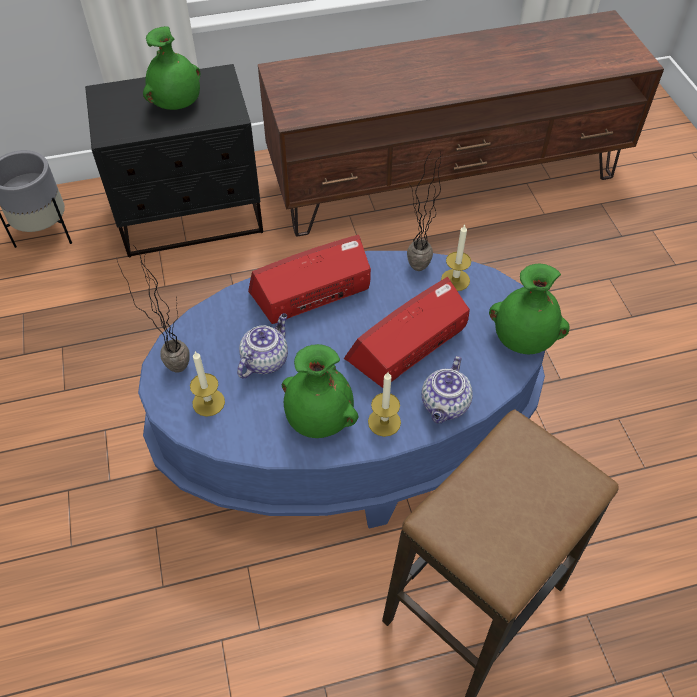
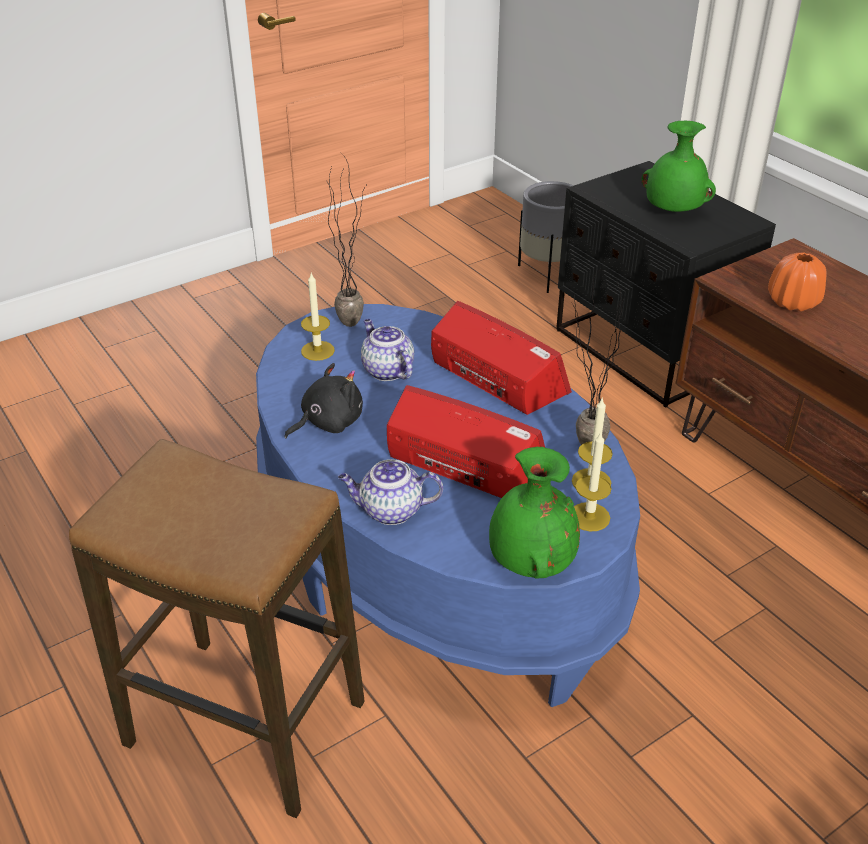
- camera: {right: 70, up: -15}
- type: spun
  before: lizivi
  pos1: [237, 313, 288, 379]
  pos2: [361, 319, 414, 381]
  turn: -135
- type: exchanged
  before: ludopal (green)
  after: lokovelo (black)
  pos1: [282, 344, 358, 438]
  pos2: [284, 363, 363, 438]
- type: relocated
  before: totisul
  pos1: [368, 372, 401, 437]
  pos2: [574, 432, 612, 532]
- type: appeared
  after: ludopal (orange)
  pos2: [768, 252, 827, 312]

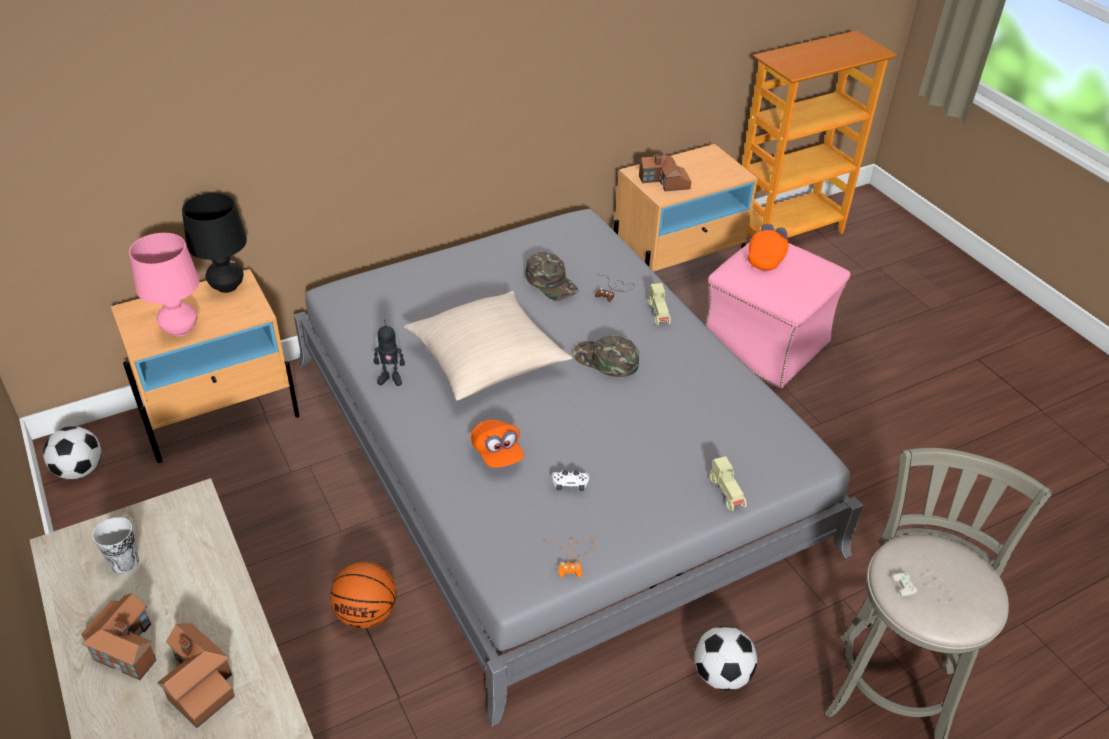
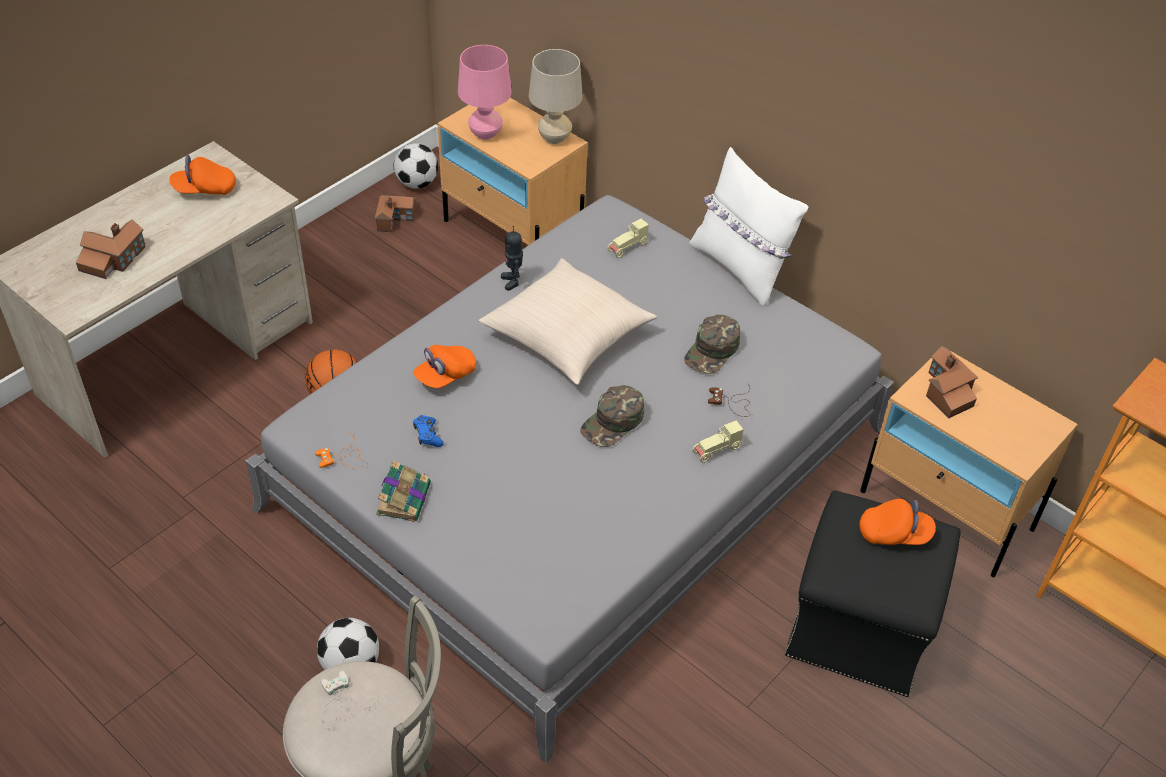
- camera: {right: 70, up: 5}
- type: colour
  before: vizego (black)
  after: vizego (beige)
  pos1: [182, 193, 247, 293]
  pos2: [529, 49, 583, 144]
- type: colour
  before: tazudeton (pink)
  after: tazudeton (black)
  pos1: [705, 242, 851, 388]
  pos2: [785, 491, 961, 697]
- type: spun
  before: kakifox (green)
  pos1: [573, 336, 639, 377]
  pos2: [580, 385, 644, 447]
  turn: -150
- type: relocated
  before: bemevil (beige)
  pos1: [710, 456, 746, 512]
  pos2: [607, 219, 649, 258]
- type: colour
  before: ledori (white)
  after: ledori (blue)
  pos1: [551, 470, 590, 491]
  pos2: [413, 415, 444, 447]
- type: exchanged
  before: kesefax
  after: kakifox (orange)
  pos1: [92, 517, 139, 574]
  pos2: [169, 154, 236, 195]
- type: relocated
  before: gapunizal
  pos1: [81, 593, 156, 680]
  pos2: [375, 195, 416, 232]
- type: appeared
  after: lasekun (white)
  pos2: [689, 147, 808, 306]
- type: appeared
  after: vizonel
  pos2: [376, 460, 431, 522]

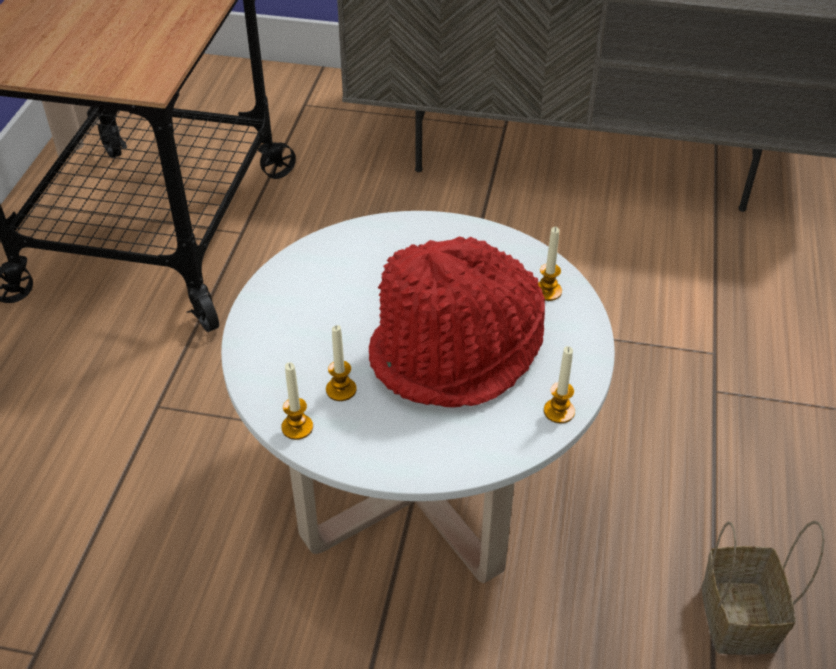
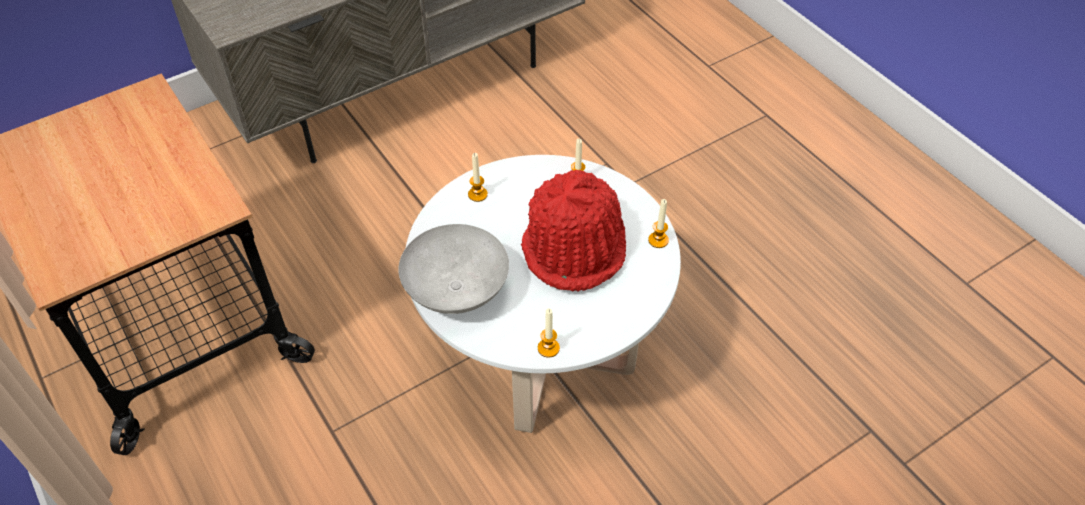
- camera: {right: -45, up: 5}
- type: relocated
  before: totisul
  pos1: [326, 325, 357, 401]
  pos2: [468, 153, 488, 202]
- type: missing
  before: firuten
  pos1: [701, 520, 825, 655]
- type: appeared
  after: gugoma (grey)
  pos2: [398, 224, 509, 314]

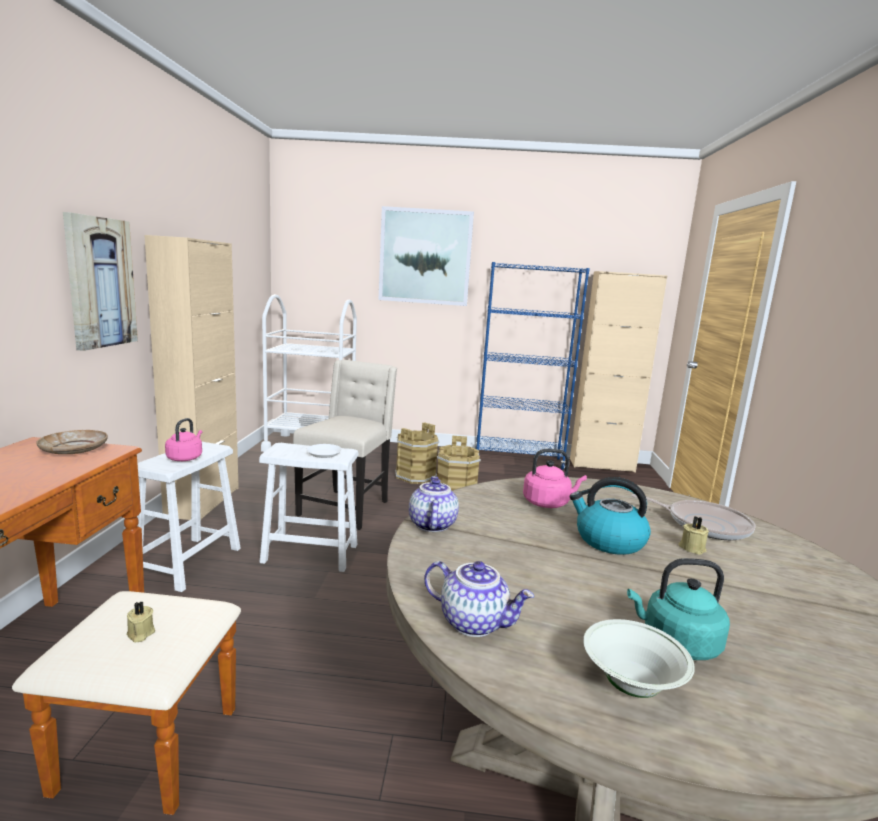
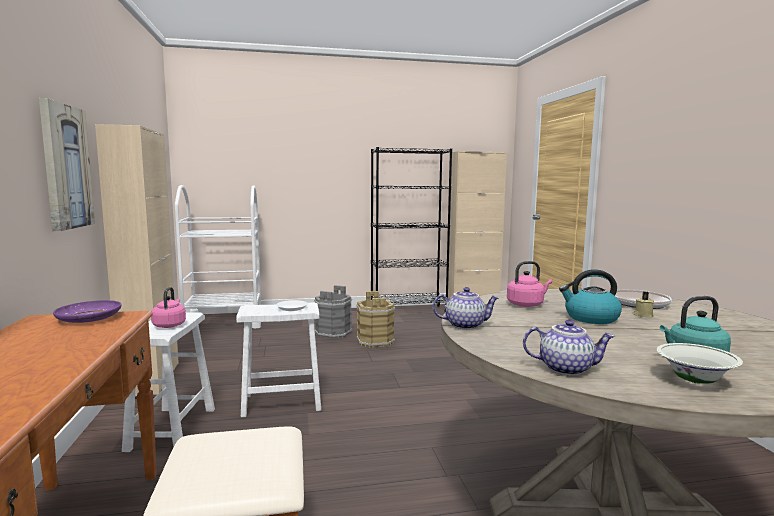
- camera: {right: -15, up: -5}
- type: missing
  before: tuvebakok
  pos1: [379, 206, 474, 306]
- type: colour
  before: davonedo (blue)
  after: davonedo (black)
  pos1: [475, 262, 590, 470]
  pos2: [371, 147, 452, 312]
- type: missing
  before: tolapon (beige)
  pos1: [293, 360, 397, 530]
- type: colour
  before: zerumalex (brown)
  after: zerumalex (grey)
  pos1: [395, 422, 439, 484]
  pos2: [314, 285, 352, 339]
- type: colour
  before: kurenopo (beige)
  after: kurenopo (purple)
  pos1: [36, 430, 108, 454]
  pos2: [53, 300, 122, 323]
- type: spun
  before: lizivi
  pos1: [409, 476, 459, 532]
  pos2: [433, 287, 499, 329]
  turn: 105
- type: missing
  before: totisul (beige)
  pos1: [127, 601, 155, 642]

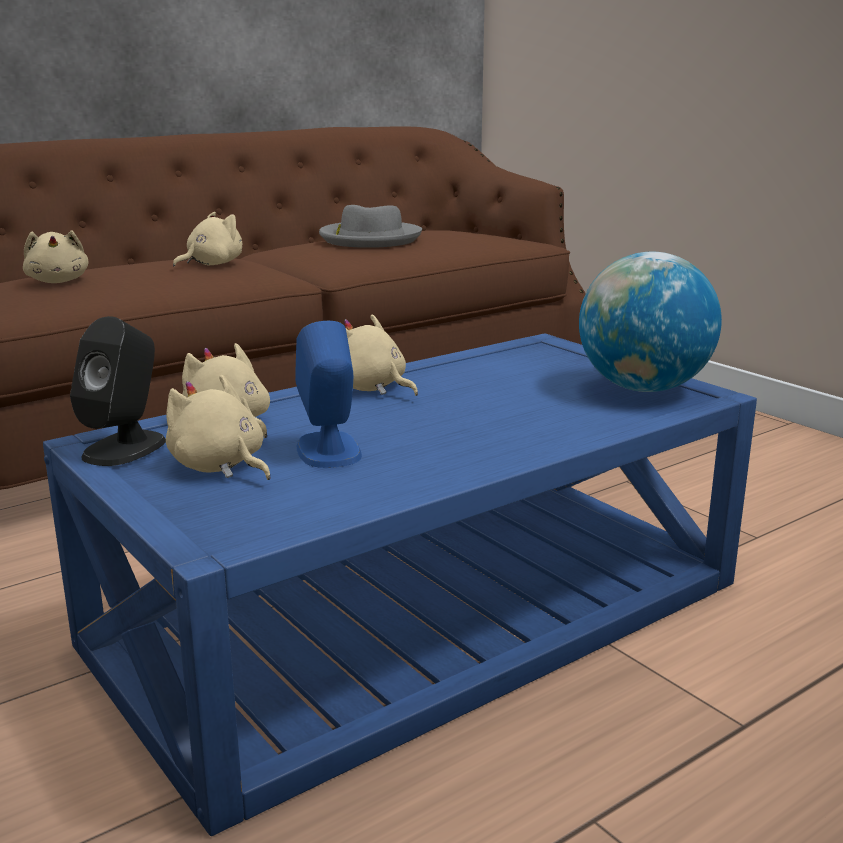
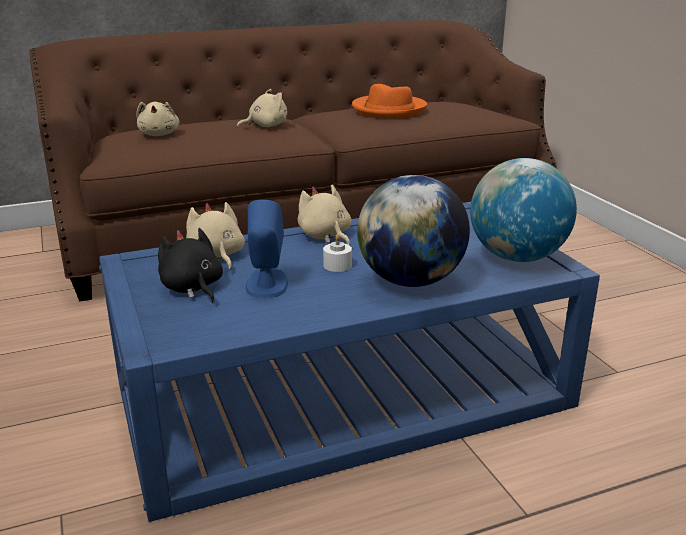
- camera: {right: 15, up: 5}
- type: colour
  before: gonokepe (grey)
  after: gonokepe (orange)
  pos1: [319, 205, 422, 248]
  pos2: [352, 84, 427, 118]
- type: missing
  before: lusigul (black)
  pos1: [70, 316, 166, 466]
- type: colour
  before: lokovelo (beige)
  after: lokovelo (black)
  pos1: [166, 374, 271, 480]
  pos2: [158, 228, 223, 303]
- type: appeared
  after: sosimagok
  pos2: [357, 175, 470, 287]
- type: appeared
  after: totisul (white)
  pos2: [323, 234, 352, 272]

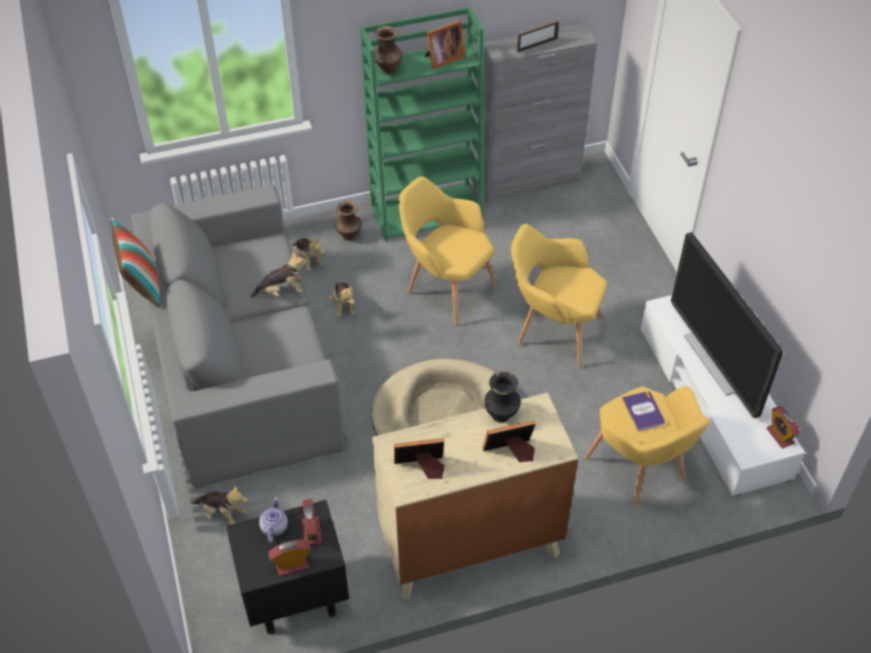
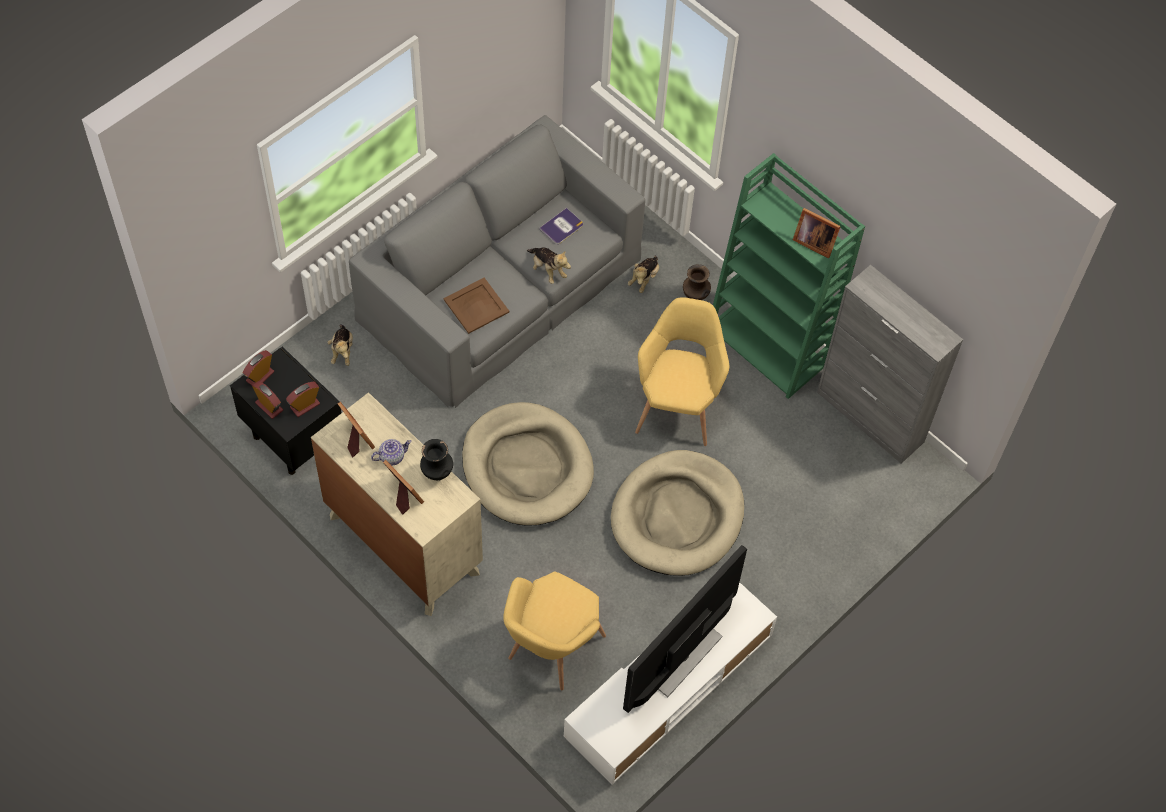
- camera: {right: 60, up: 10}
- type: missing
  before: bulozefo
  pos1: [517, 20, 559, 53]
- type: missing
  before: ludopal (brown)
  pos1: [374, 26, 402, 75]
- type: missing
  before: lasekun
  pos1: [111, 217, 160, 308]
- type: exchanged
  before: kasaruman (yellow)
  after: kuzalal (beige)
  pos1: [511, 224, 607, 368]
  pos2: [611, 450, 744, 576]
- type: missing
  before: lokovelo
  pos1: [329, 282, 355, 316]
- type: relocated
  before: vizonel
  pos1: [622, 391, 665, 431]
  pos2: [539, 208, 583, 244]
- type: relocated
  before: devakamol
  pos1: [766, 406, 800, 448]
  pos2: [243, 350, 274, 385]
- type: relocated
  before: lizivi
  pos1: [259, 497, 288, 543]
  pos2: [371, 439, 412, 466]
- type: appeared
  after: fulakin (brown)
  pos2: [444, 278, 510, 334]

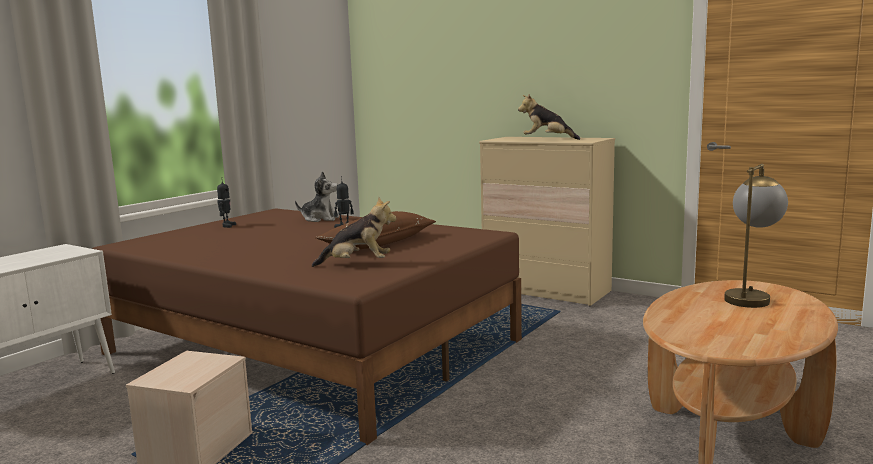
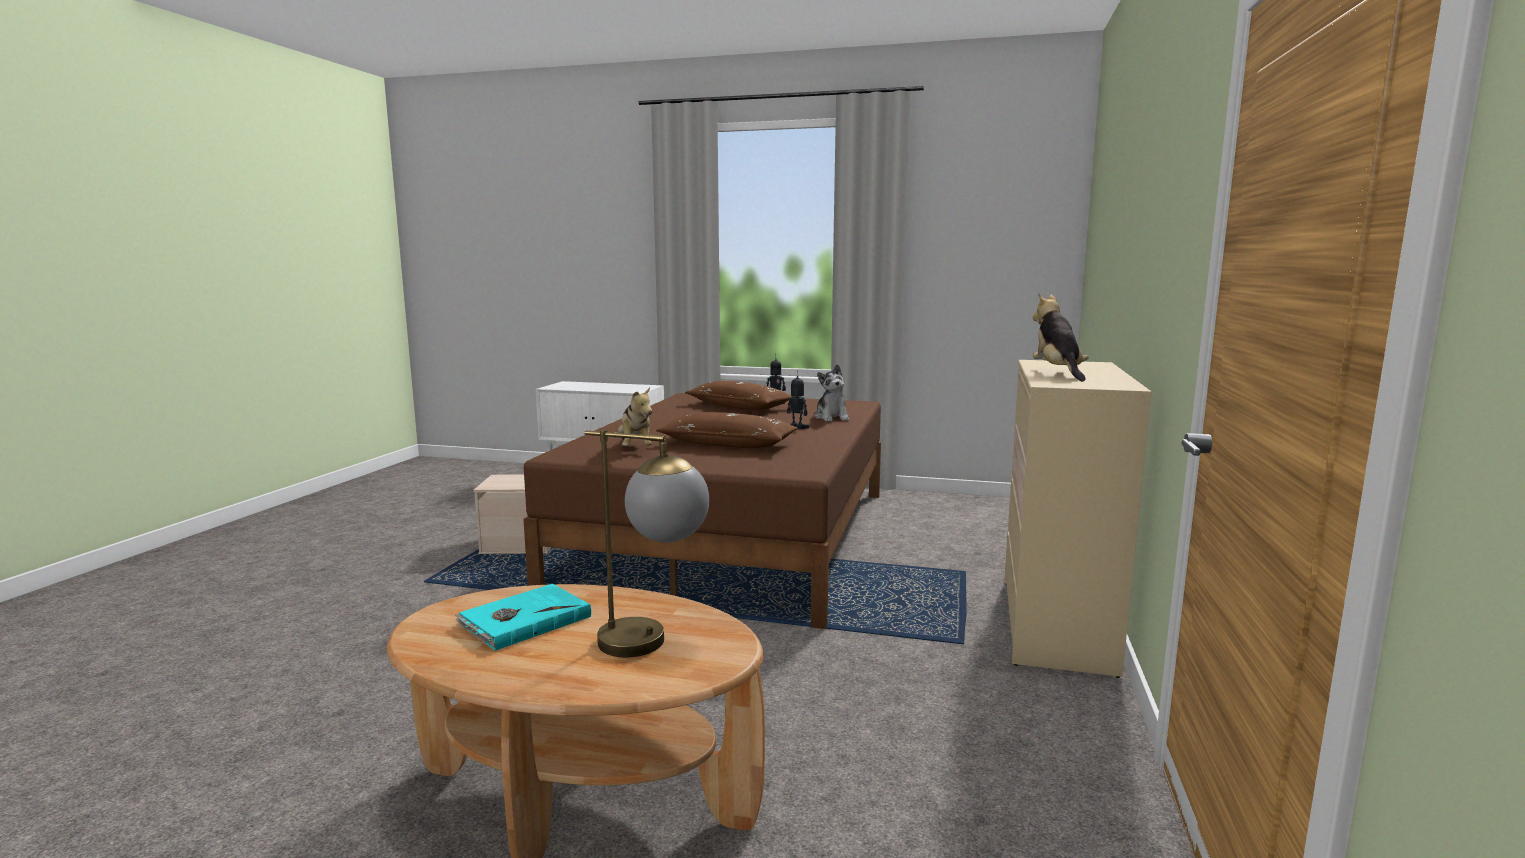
- camera: {right: 70, up: 0}
- type: appeared
  after: lasekun (brown)
  pos2: [685, 381, 795, 410]
- type: appeared
  after: vizonel (turquoise)
  pos2: [455, 584, 591, 651]

